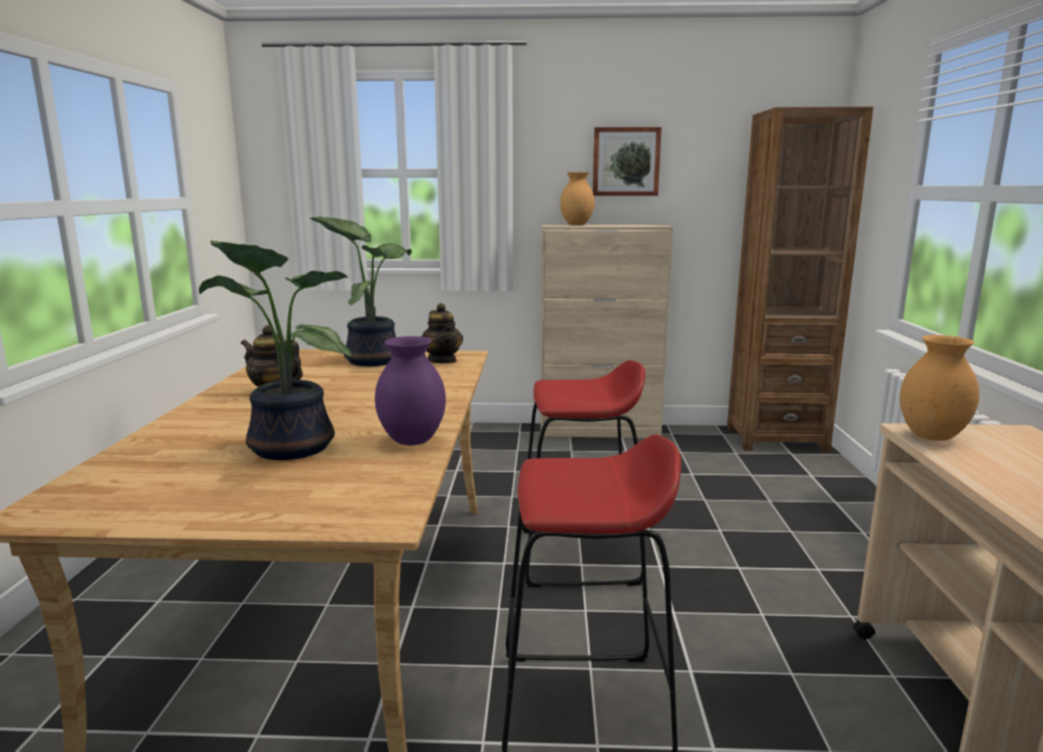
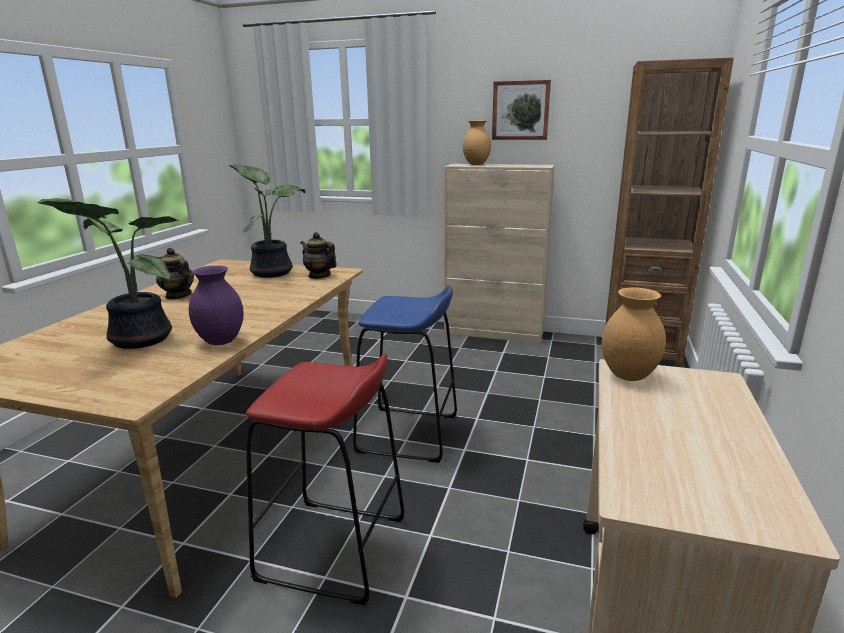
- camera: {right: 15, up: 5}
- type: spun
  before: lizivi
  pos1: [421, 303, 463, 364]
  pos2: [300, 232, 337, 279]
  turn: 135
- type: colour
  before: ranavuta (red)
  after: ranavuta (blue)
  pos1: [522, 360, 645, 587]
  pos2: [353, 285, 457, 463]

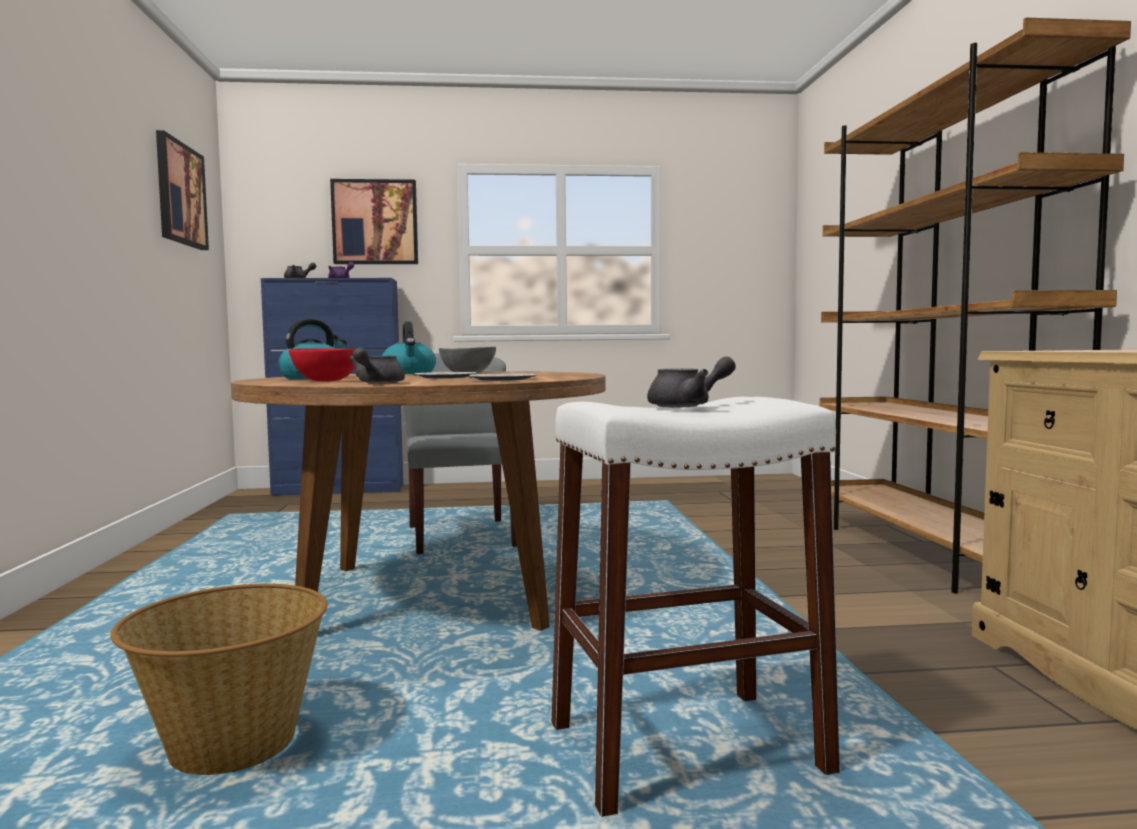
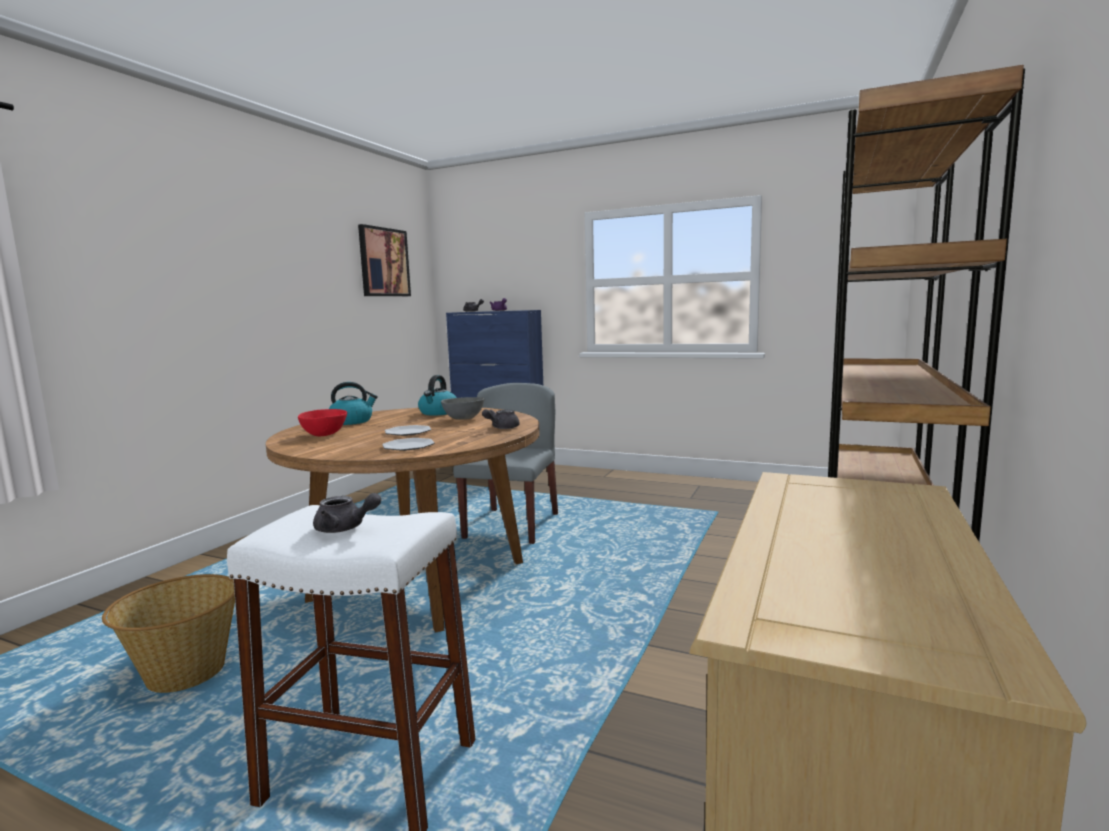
- camera: {right: 30, up: 5}
- type: missing
  before: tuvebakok
  pos1: [330, 179, 418, 264]
- type: relocated
  before: lizivi (grey)
  pos1: [349, 347, 405, 384]
  pos2: [482, 409, 520, 429]

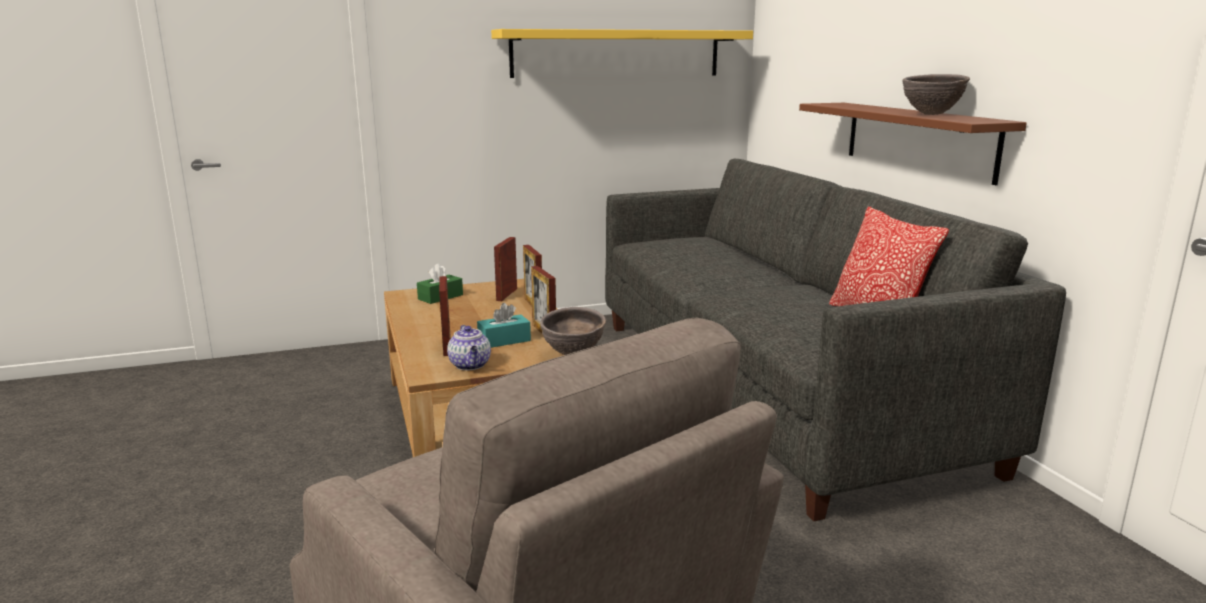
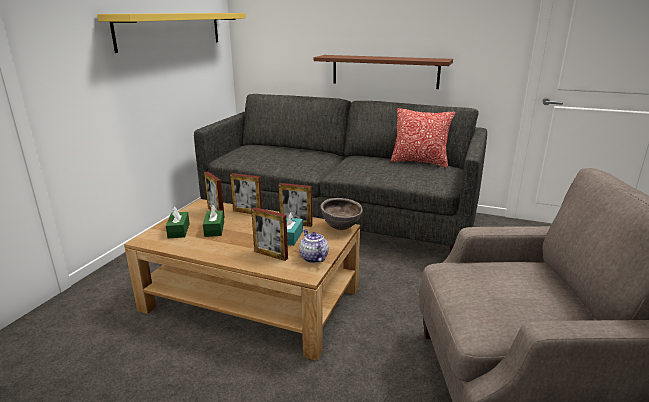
- camera: {right: -50, up: 5}
- type: missing
  before: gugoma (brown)
  pos1: [902, 74, 970, 115]
- type: spun
  before: lizivi
  pos1: [447, 325, 491, 370]
  pos2: [299, 229, 329, 263]
  turn: -135
- type: appeared
  after: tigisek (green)
  pos2: [203, 205, 224, 237]

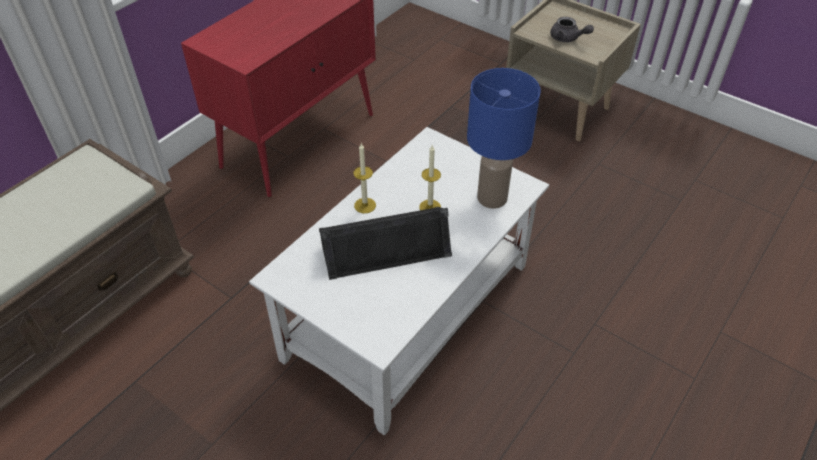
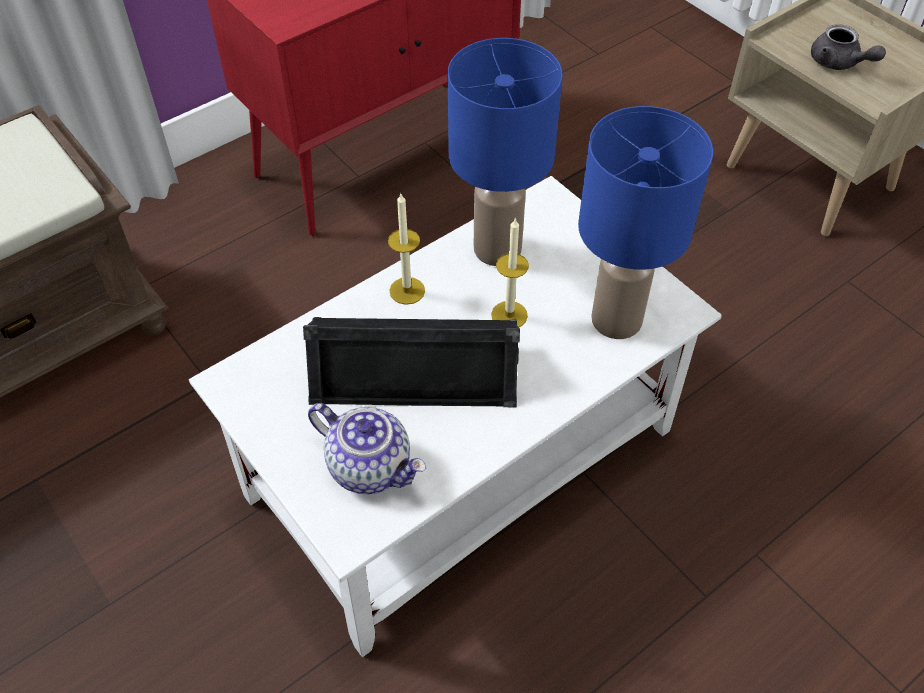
- camera: {right: 15, up: 5}
- type: appeared
  after: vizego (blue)
  pos2: [448, 38, 563, 266]
- type: appeared
  after: lizivi
  pos2: [308, 403, 426, 494]

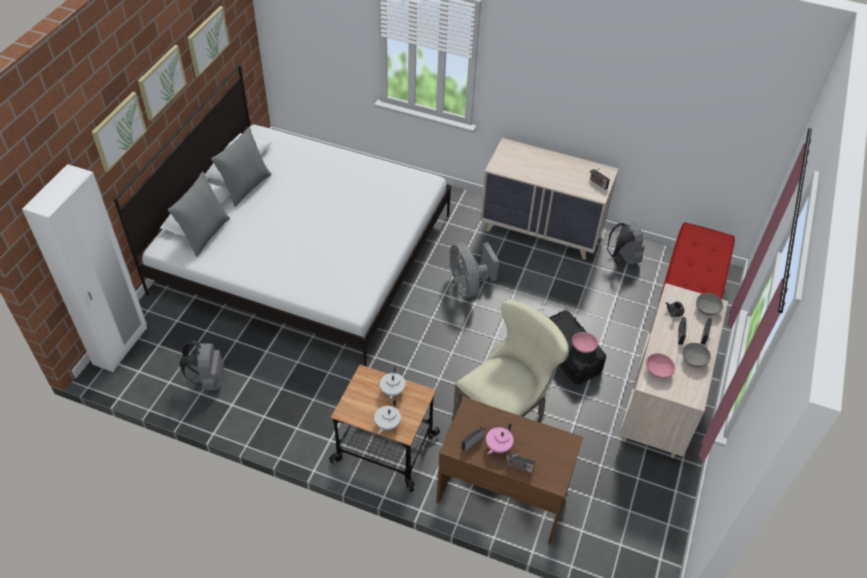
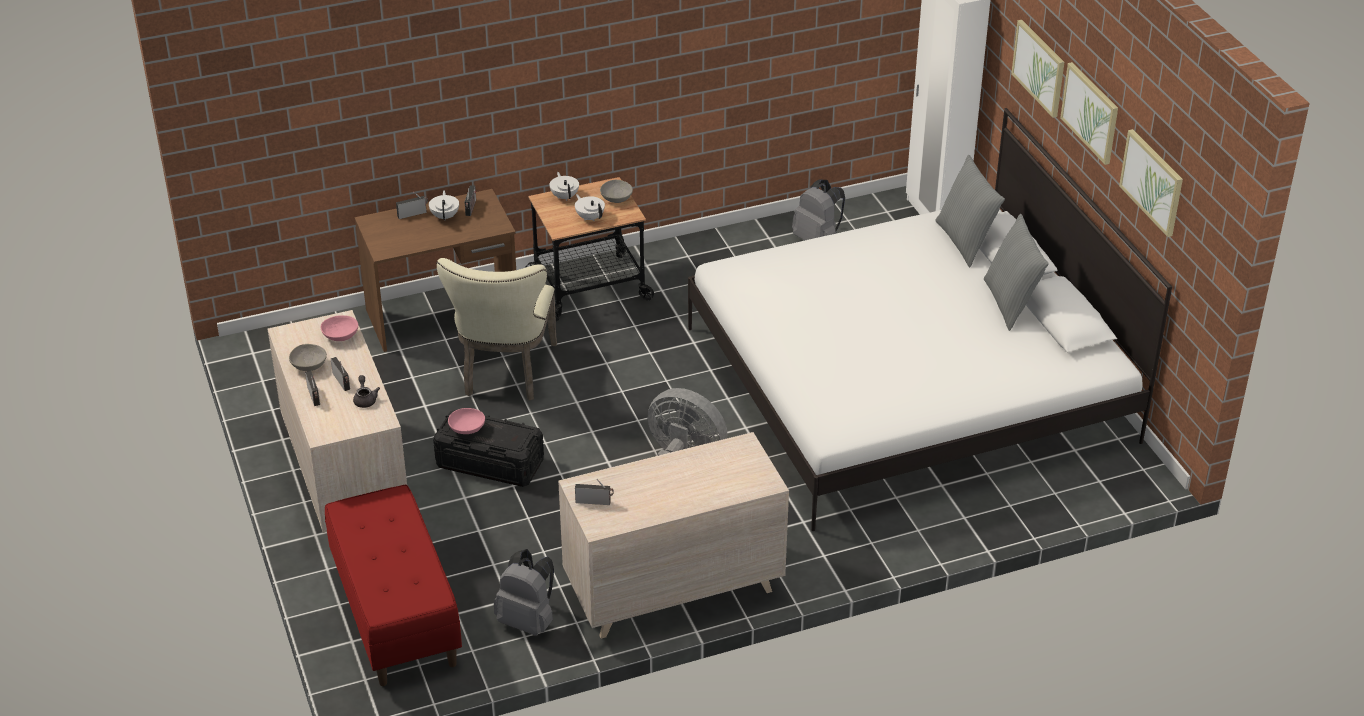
- camera: {right: 140, up: -10}
- type: relocated
  before: gugoma (grey)
  pos1: [696, 293, 723, 316]
  pos2: [600, 180, 633, 203]
- type: colour
  before: lizivi (pink)
  after: lizivi (white)
  pos1: [486, 423, 514, 454]
  pos2: [429, 190, 459, 220]

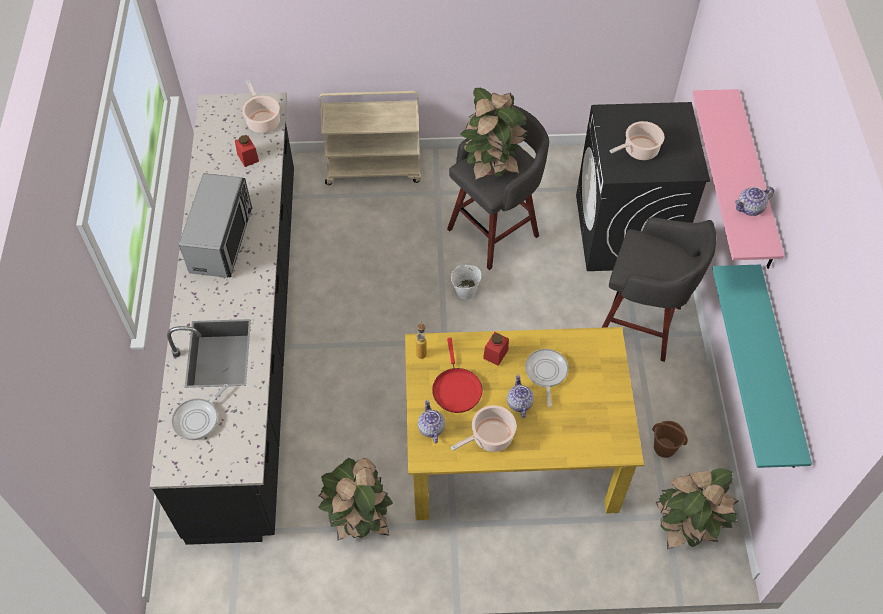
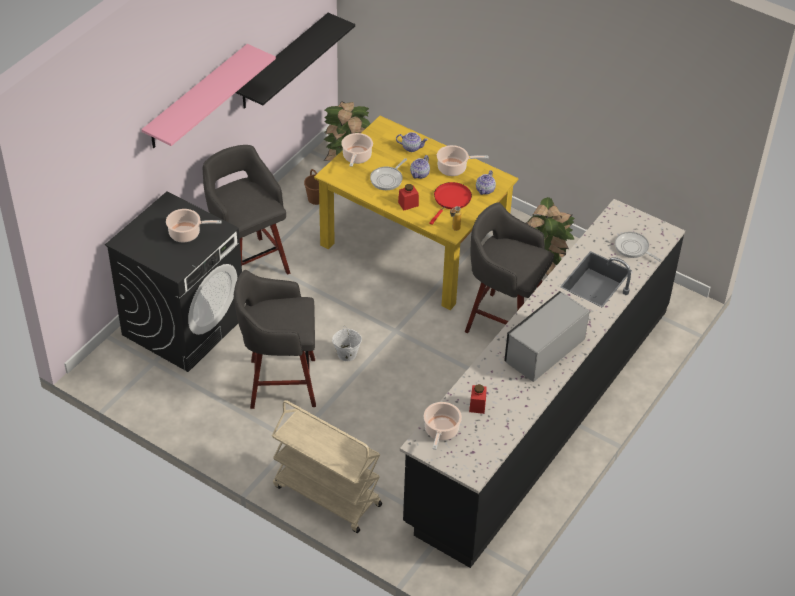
- camera: {right: -145, up: -10}
- type: missing
  before: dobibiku
  pos1: [460, 88, 528, 180]
- type: relocated
  before: lizivi
  pos1: [735, 187, 774, 216]
  pos2: [396, 132, 428, 152]
- type: colour
  before: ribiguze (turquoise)
  after: ribiguze (black)
  pos1: [712, 264, 812, 468]
  pos2: [236, 13, 355, 109]
- type: spun
  before: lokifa
  pos1: [172, 384, 228, 440]
  pos2: [615, 232, 662, 262]
  turn: -120
- type: appeared
  after: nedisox
  pos2: [341, 133, 373, 167]
- type: appeared
  after: ranavuta (grey)
  pos2: [465, 203, 554, 333]

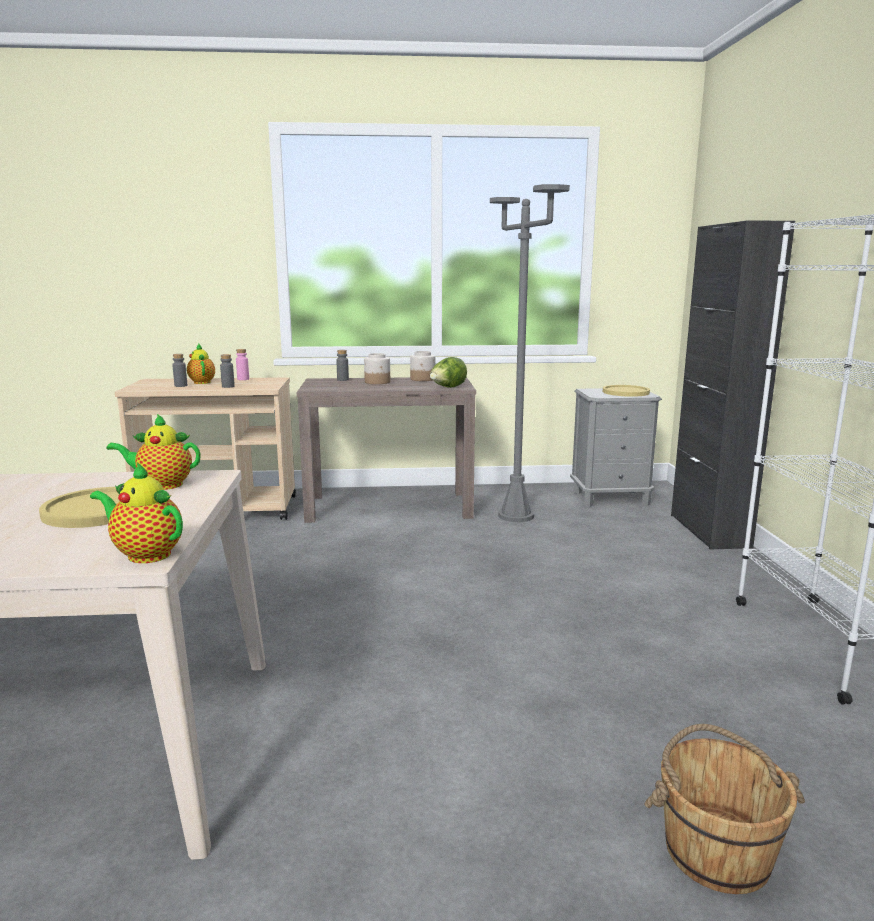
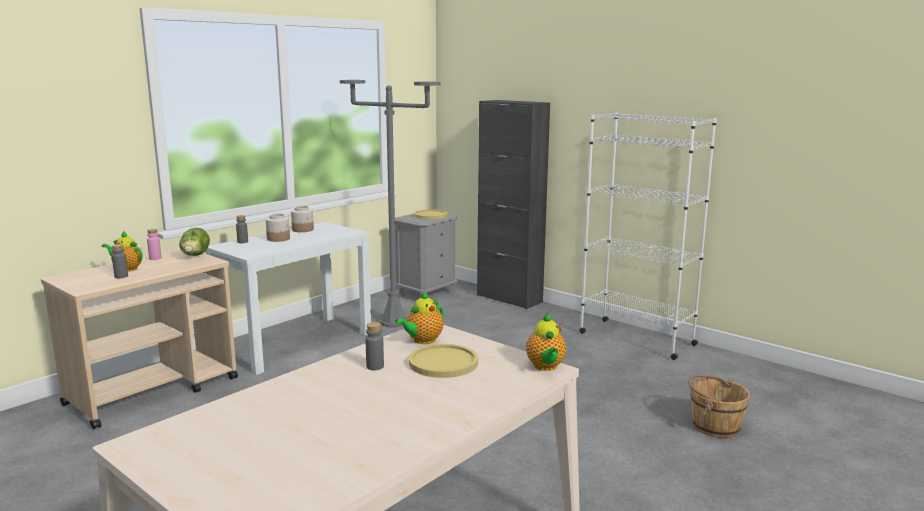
- camera: {right: -45, up: 0}
- type: relocated
  before: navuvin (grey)
  pos1: [220, 354, 235, 388]
  pos2: [365, 322, 384, 370]
- type: relocated
  before: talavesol
  pos1: [430, 357, 467, 388]
  pos2: [179, 228, 210, 256]
- type: colour
  before: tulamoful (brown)
  after: tulamoful (white)
  pos1: [297, 377, 476, 523]
  pos2: [206, 222, 371, 375]
- type: spun
  before: lizivi
  pos1: [90, 462, 183, 563]
  pos2: [526, 313, 566, 371]
  turn: -75

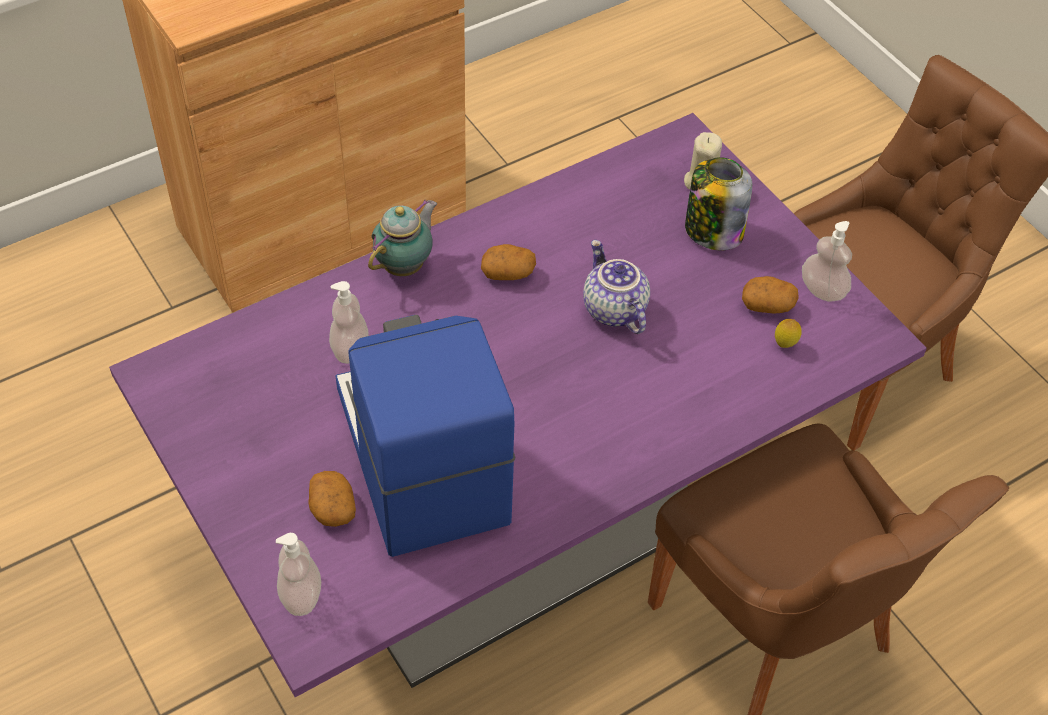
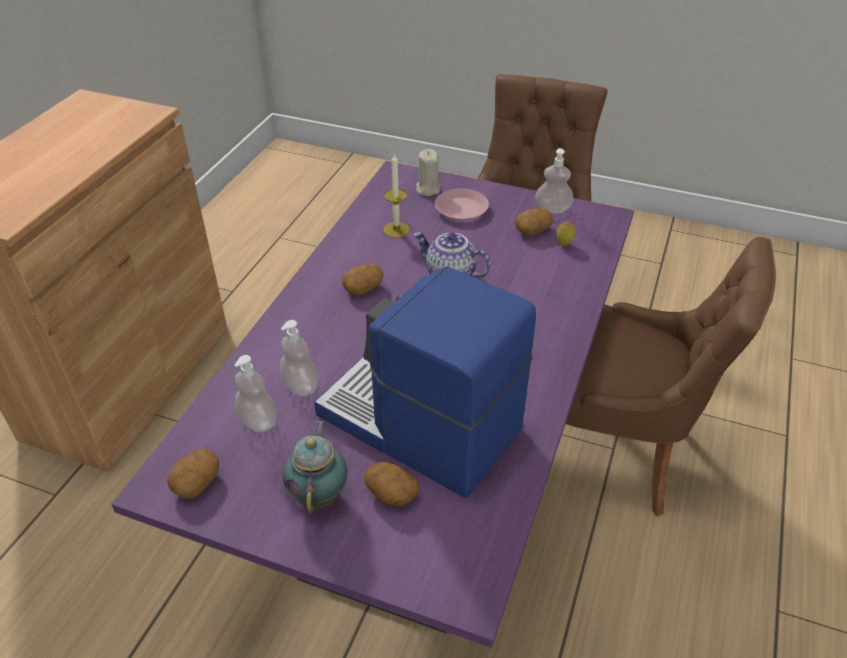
- camera: {right: -35, up: -10}
- type: exchanged
  before: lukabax
  after: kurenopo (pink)
  pos1: [685, 157, 752, 250]
  pos2: [435, 189, 489, 221]
- type: relocated
  before: lizivi
  pos1: [368, 199, 437, 276]
  pos2: [283, 421, 347, 514]
- type: relocated
  before: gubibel
  pos1: [276, 533, 321, 616]
  pos2: [235, 355, 277, 432]
- type: appeared
  after: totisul
  pos2: [383, 153, 410, 238]
- type: appeared
  after: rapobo
  pos2: [167, 448, 219, 499]

